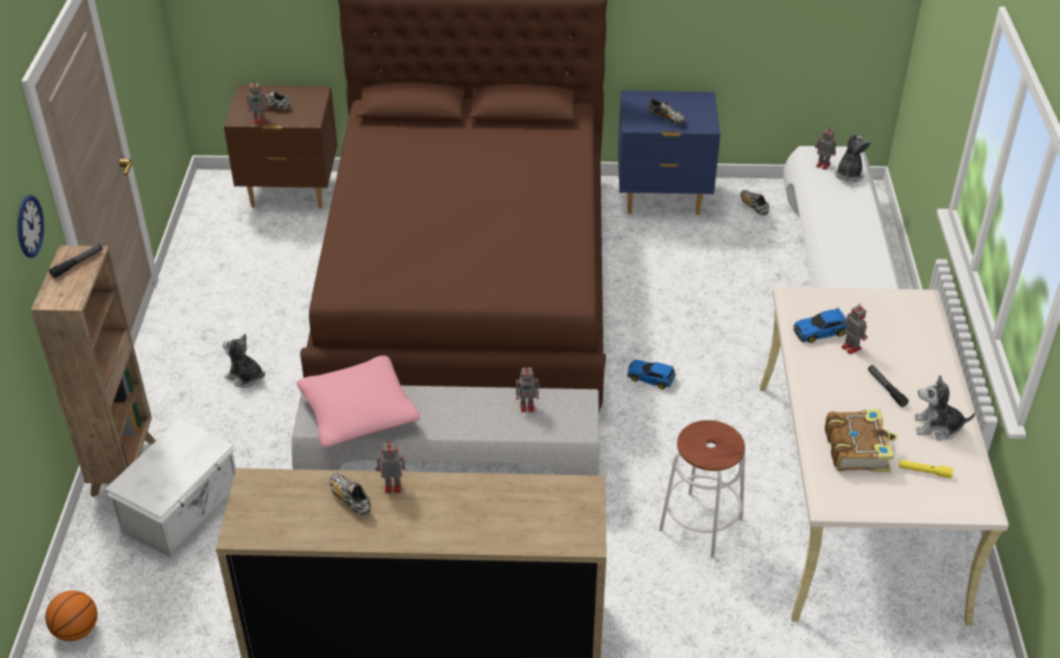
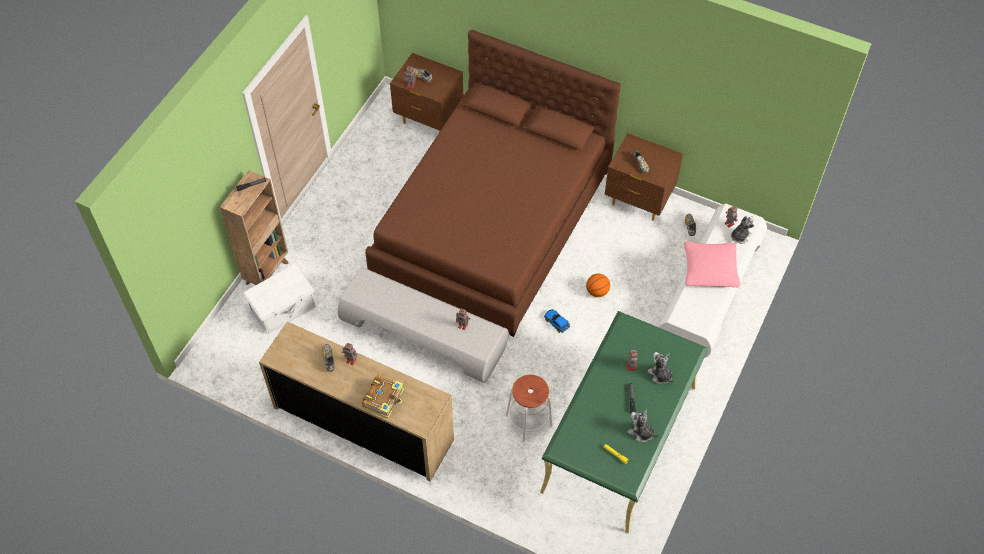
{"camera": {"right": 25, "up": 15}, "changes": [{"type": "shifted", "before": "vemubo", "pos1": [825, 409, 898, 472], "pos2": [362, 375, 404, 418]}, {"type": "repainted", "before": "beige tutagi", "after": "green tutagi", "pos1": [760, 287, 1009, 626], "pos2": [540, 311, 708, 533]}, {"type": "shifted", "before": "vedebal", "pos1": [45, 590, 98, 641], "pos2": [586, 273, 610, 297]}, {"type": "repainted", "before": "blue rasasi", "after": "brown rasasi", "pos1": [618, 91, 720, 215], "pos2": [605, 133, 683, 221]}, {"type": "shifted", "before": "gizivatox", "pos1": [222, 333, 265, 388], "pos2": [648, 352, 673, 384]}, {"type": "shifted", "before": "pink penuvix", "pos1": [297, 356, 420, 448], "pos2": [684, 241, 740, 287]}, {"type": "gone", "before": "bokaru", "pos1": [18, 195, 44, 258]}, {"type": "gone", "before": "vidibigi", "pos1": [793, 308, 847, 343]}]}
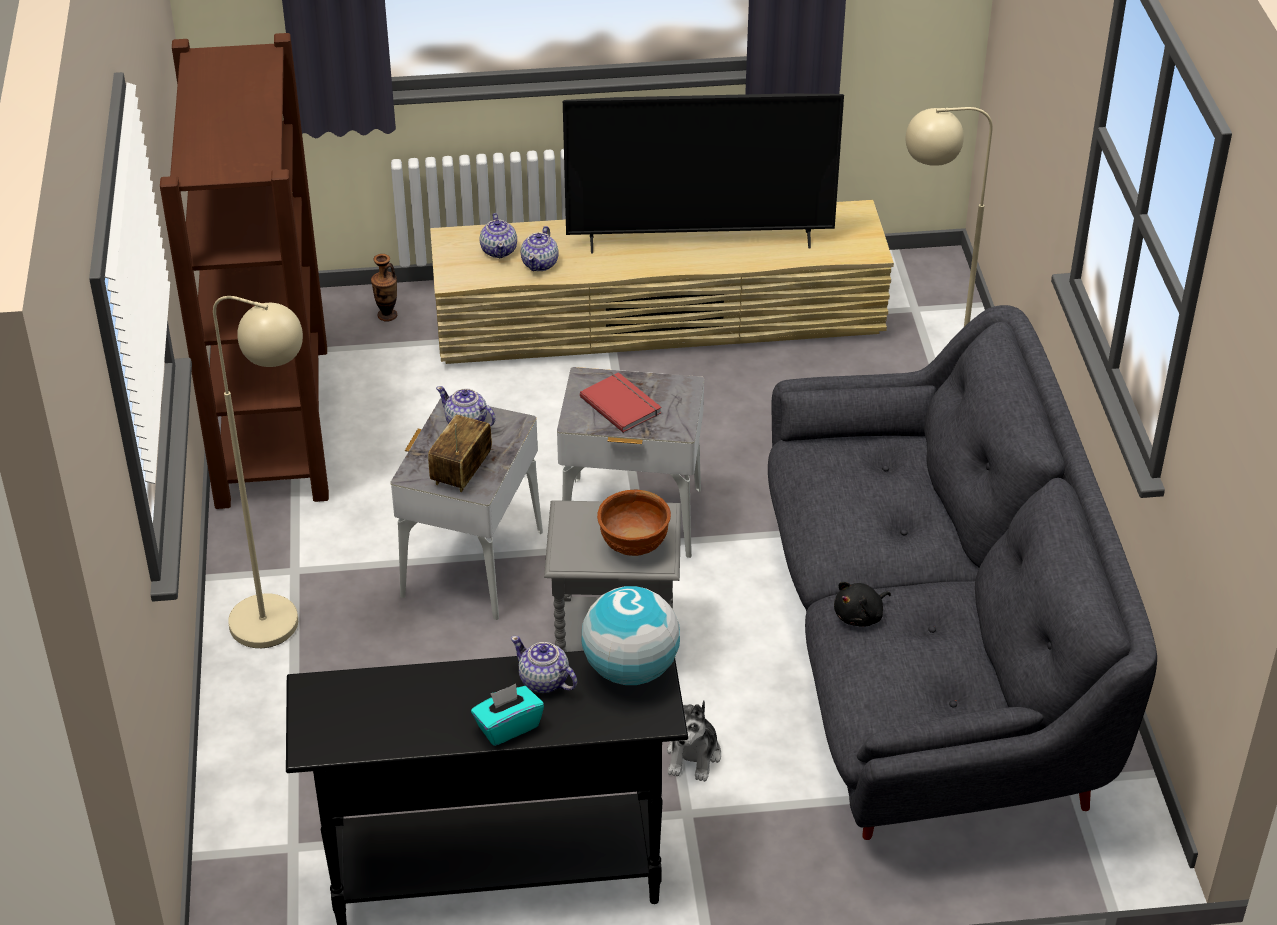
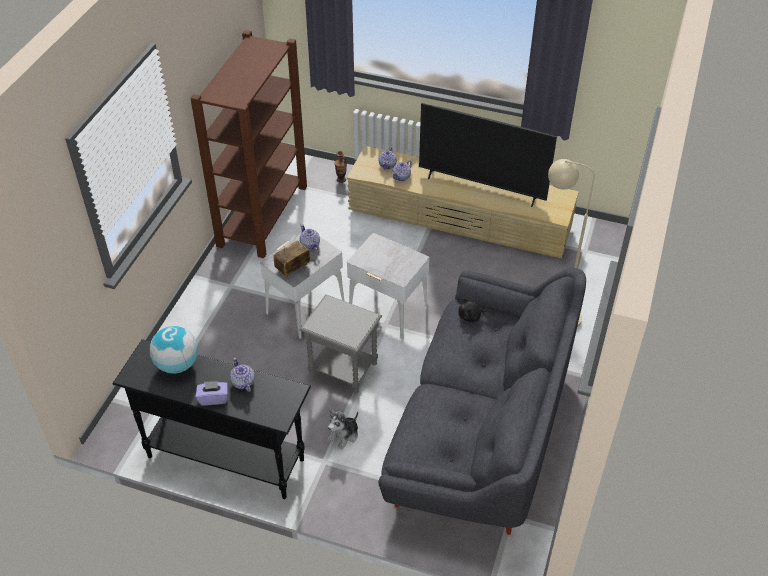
{"camera": {"right": 25, "up": 5}, "changes": [{"type": "shifted", "before": "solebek", "pos1": [582, 586, 680, 685], "pos2": [150, 326, 198, 374]}, {"type": "repainted", "before": "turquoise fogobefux", "after": "purple fogobefux", "pos1": [471, 684, 544, 746], "pos2": [196, 381, 228, 406]}, {"type": "shifted", "before": "black gizivatox", "pos1": [834, 582, 891, 627], "pos2": [458, 298, 490, 322]}, {"type": "gone", "before": "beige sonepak", "pos1": [213, 296, 303, 648]}, {"type": "gone", "before": "red vemubo", "pos1": [580, 372, 662, 433]}, {"type": "gone", "before": "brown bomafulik", "pos1": [597, 490, 671, 556]}]}
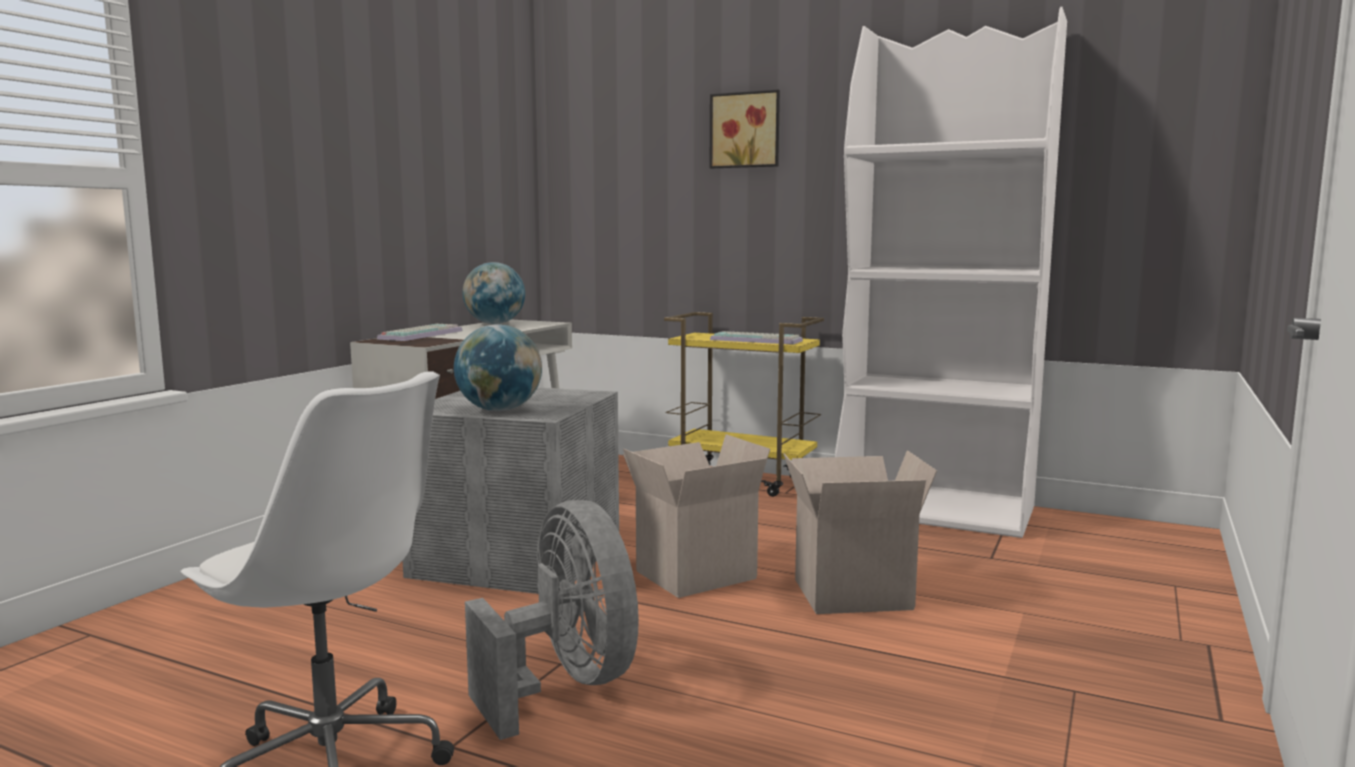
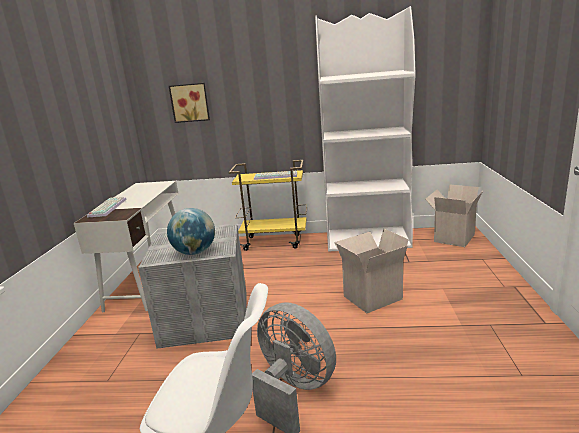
{"camera": {"right": -20, "up": 10}, "changes": [{"type": "shifted", "before": "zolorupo", "pos1": [710, 90, 780, 168], "pos2": [169, 83, 210, 123]}, {"type": "shifted", "before": "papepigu", "pos1": [623, 434, 770, 598], "pos2": [426, 184, 483, 247]}, {"type": "gone", "before": "solebek", "pos1": [463, 262, 525, 324]}]}
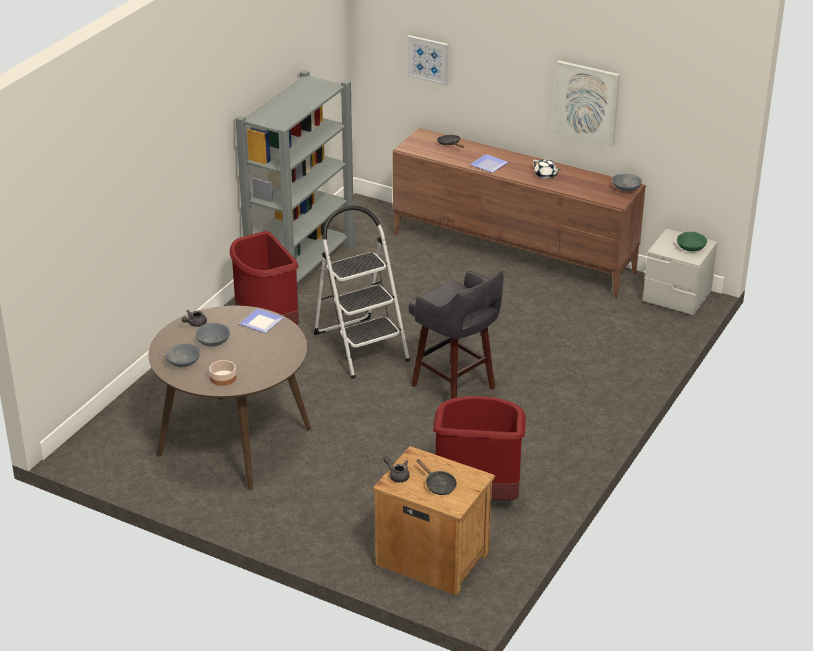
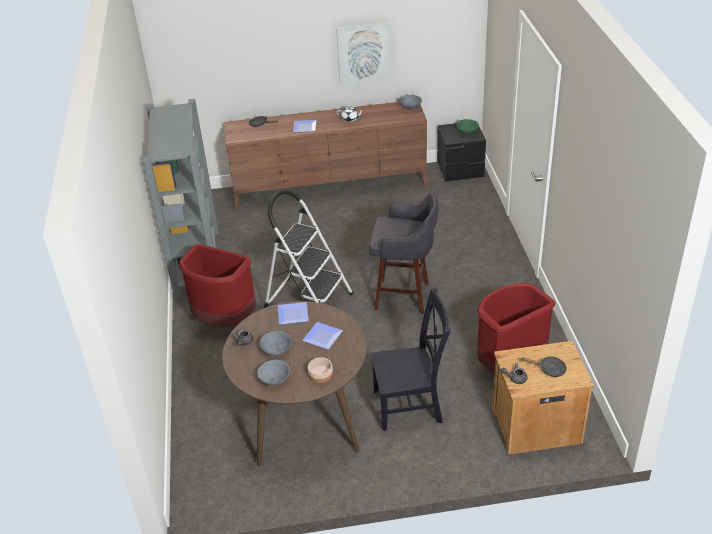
{"camera": {"right": -35, "up": 5}, "changes": [{"type": "new", "after": "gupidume", "pos2": [302, 322, 343, 349]}, {"type": "new", "after": "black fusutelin", "pos2": [371, 288, 451, 431]}, {"type": "repainted", "before": "white rasasi", "after": "black rasasi", "pos1": [643, 229, 718, 315], "pos2": [437, 121, 486, 182]}, {"type": "gone", "before": "zolorupo", "pos1": [407, 35, 448, 86]}]}
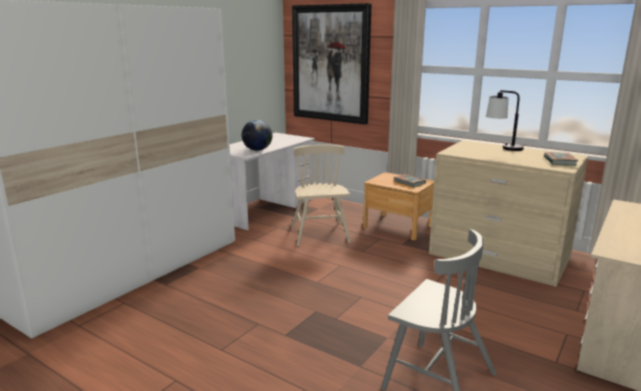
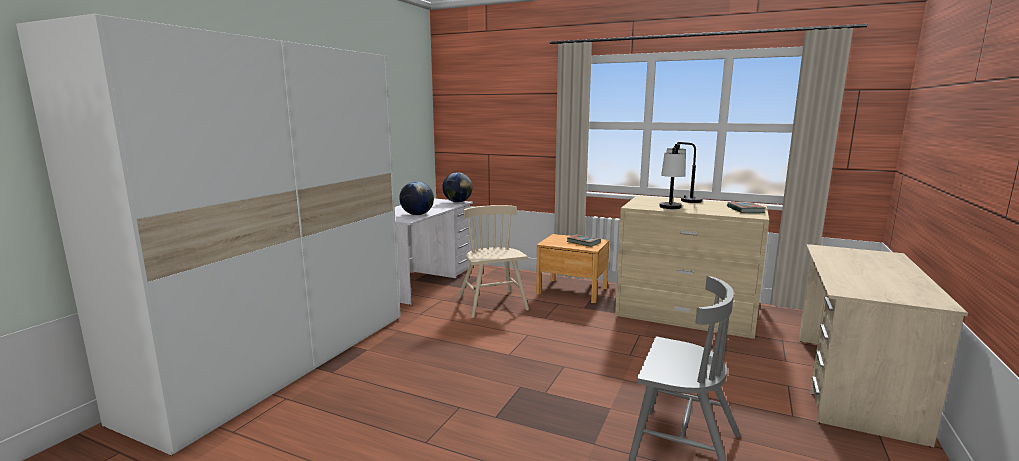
{"camera": {"right": -10, "up": -5}, "changes": [{"type": "new", "after": "solebek", "pos2": [442, 172, 473, 203]}, {"type": "new", "after": "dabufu", "pos2": [659, 145, 686, 209]}, {"type": "gone", "before": "zolorupo", "pos1": [292, 3, 372, 125]}]}
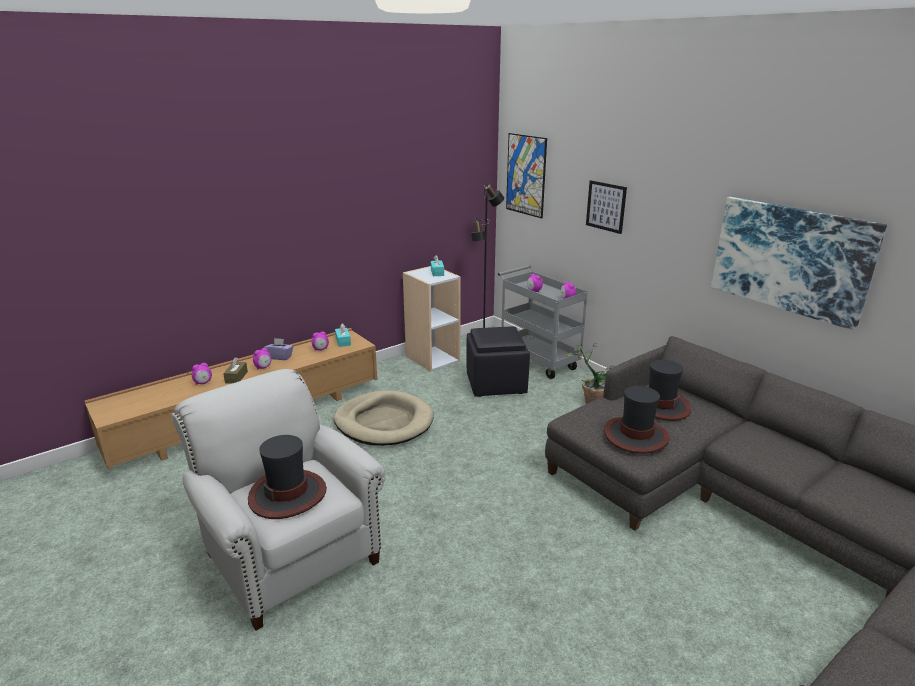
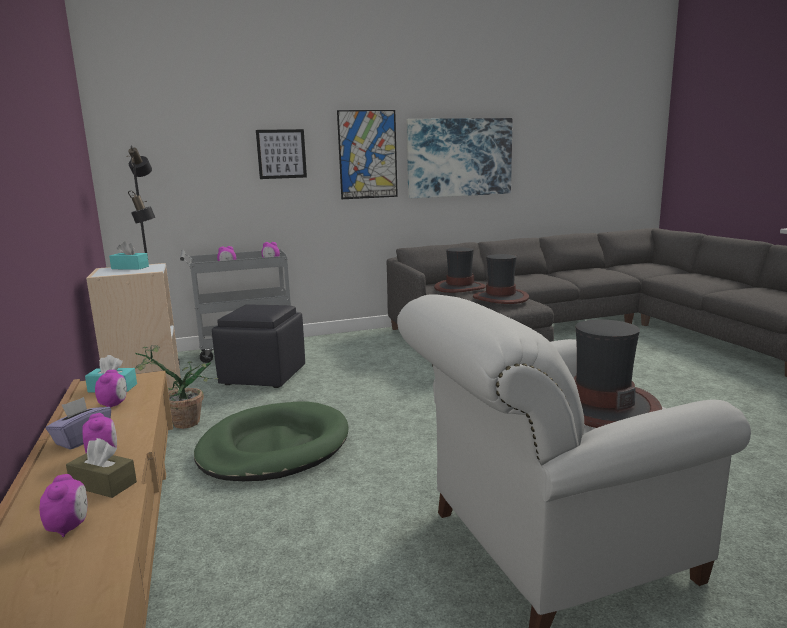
{"camera": {"right": -70, "up": -10}, "changes": [{"type": "shifted", "before": "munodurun", "pos1": [565, 343, 614, 404], "pos2": [135, 345, 218, 429]}, {"type": "repainted", "before": "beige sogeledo", "after": "green sogeledo", "pos1": [334, 390, 434, 446], "pos2": [194, 401, 348, 481]}, {"type": "shifted", "before": "zolorupo", "pos1": [506, 133, 547, 218], "pos2": [337, 110, 398, 199]}]}
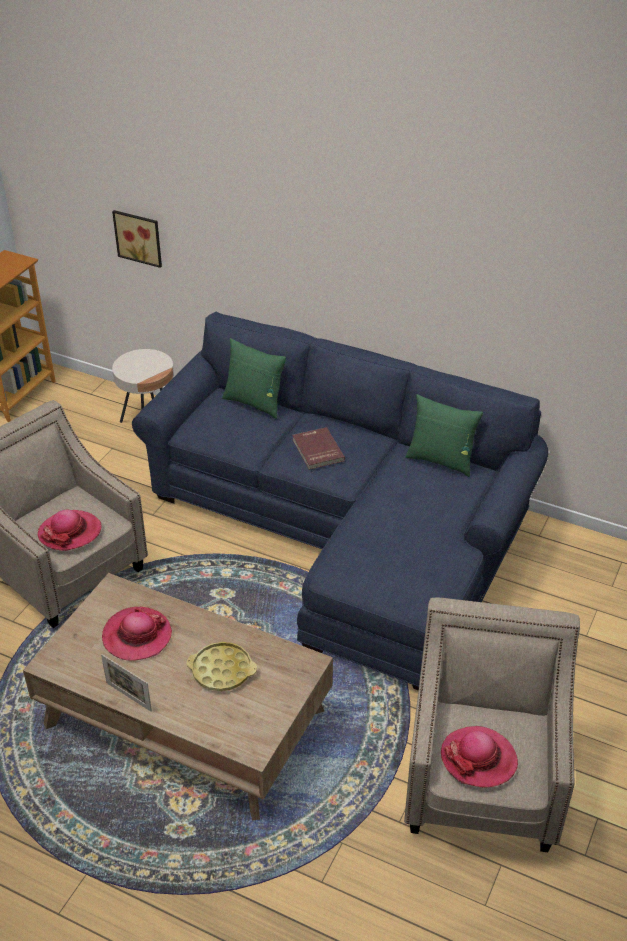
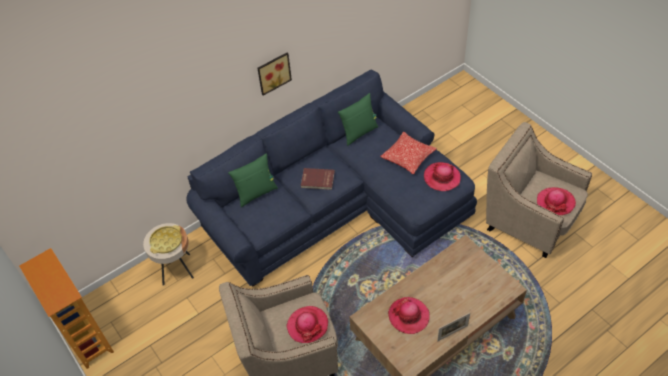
{"camera": {"right": -60, "up": 10}, "changes": [{"type": "shifted", "before": "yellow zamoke", "pos1": [187, 642, 257, 691], "pos2": [149, 225, 182, 254]}, {"type": "shifted", "before": "zolorupo", "pos1": [112, 210, 162, 268], "pos2": [257, 53, 292, 96]}, {"type": "new", "after": "penuvix", "pos2": [380, 132, 437, 175]}, {"type": "new", "after": "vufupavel", "pos2": [424, 162, 461, 191]}]}
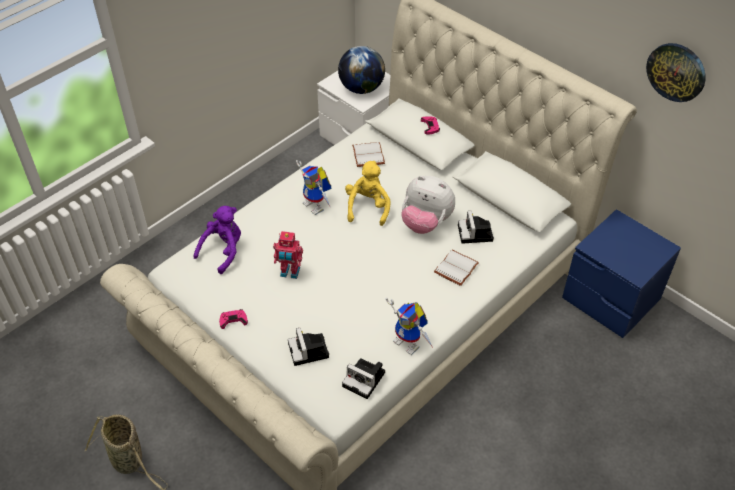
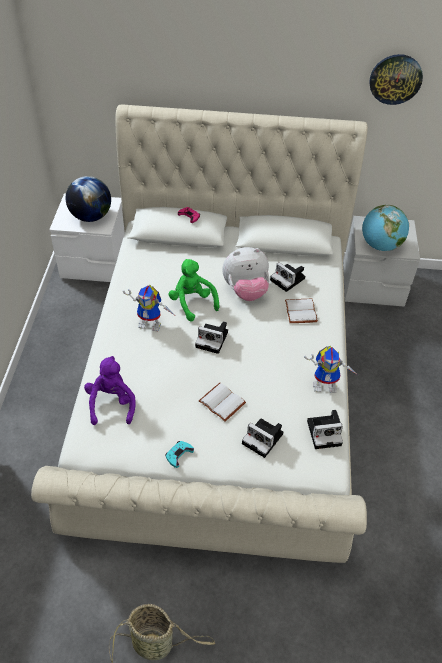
{"camera": {"right": -40, "up": 0}, "changes": [{"type": "repainted", "before": "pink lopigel", "after": "turquoise lopigel", "pos1": [219, 309, 248, 329], "pos2": [165, 441, 194, 468]}, {"type": "repainted", "before": "yellow gizivatox", "after": "green gizivatox", "pos1": [345, 161, 391, 226], "pos2": [169, 259, 219, 322]}, {"type": "new", "after": "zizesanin", "pos2": [195, 321, 228, 354]}, {"type": "shifted", "before": "white vemubo", "pos1": [352, 142, 385, 167], "pos2": [199, 383, 246, 421]}, {"type": "repainted", "before": "blue rasasi", "after": "white rasasi", "pos1": [562, 209, 681, 338], "pos2": [343, 216, 420, 307]}, {"type": "new", "after": "solebek", "pos2": [362, 205, 409, 251]}, {"type": "gone", "before": "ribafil", "pos1": [273, 231, 303, 279]}]}
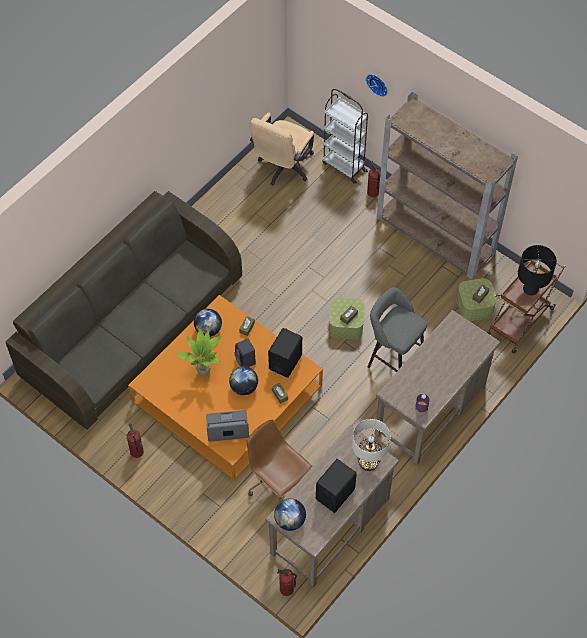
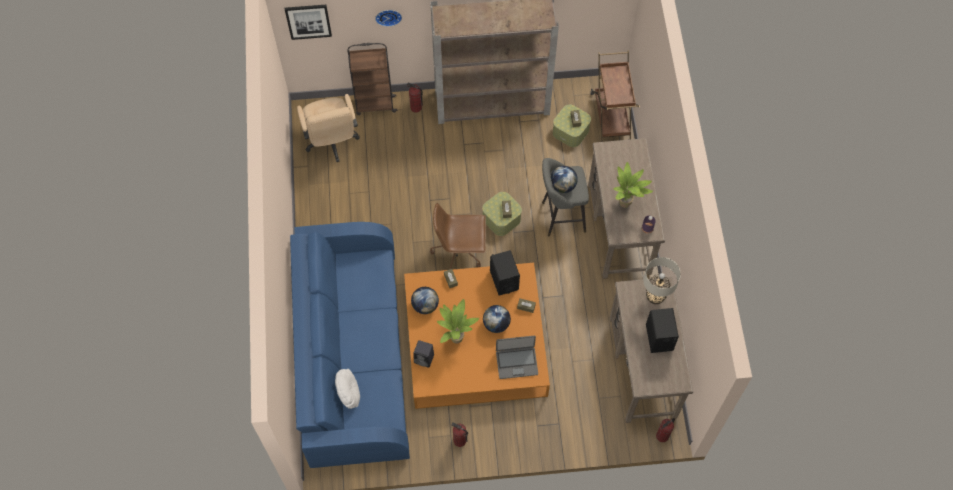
{"camera": {"right": -45, "up": 5}, "changes": [{"type": "new", "after": "zolorupo", "pos2": [285, 5, 332, 40]}, {"type": "repainted", "before": "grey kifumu", "after": "blue kifumu", "pos1": [5, 191, 242, 430], "pos2": [290, 222, 410, 468]}, {"type": "new", "after": "white penuvix", "pos2": [335, 369, 360, 409]}, {"type": "repainted", "before": "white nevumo", "after": "brown nevumo", "pos1": [322, 89, 368, 184], "pos2": [347, 43, 398, 115]}, {"type": "shifted", "before": "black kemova", "pos1": [235, 339, 256, 367], "pos2": [414, 340, 434, 368]}, {"type": "shifted", "before": "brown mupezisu", "pos1": [247, 420, 313, 502], "pos2": [430, 203, 486, 270]}, {"type": "rotated", "before": "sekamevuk", "pos1": [206, 410, 249, 442], "pos2": [496, 336, 538, 379], "turn": -135}, {"type": "shifted", "before": "solebek", "pos1": [274, 498, 306, 531], "pos2": [551, 166, 578, 193]}, {"type": "new", "after": "munodurun", "pos2": [613, 162, 653, 208]}, {"type": "gone", "before": "black dabufu", "pos1": [518, 245, 557, 295]}]}
